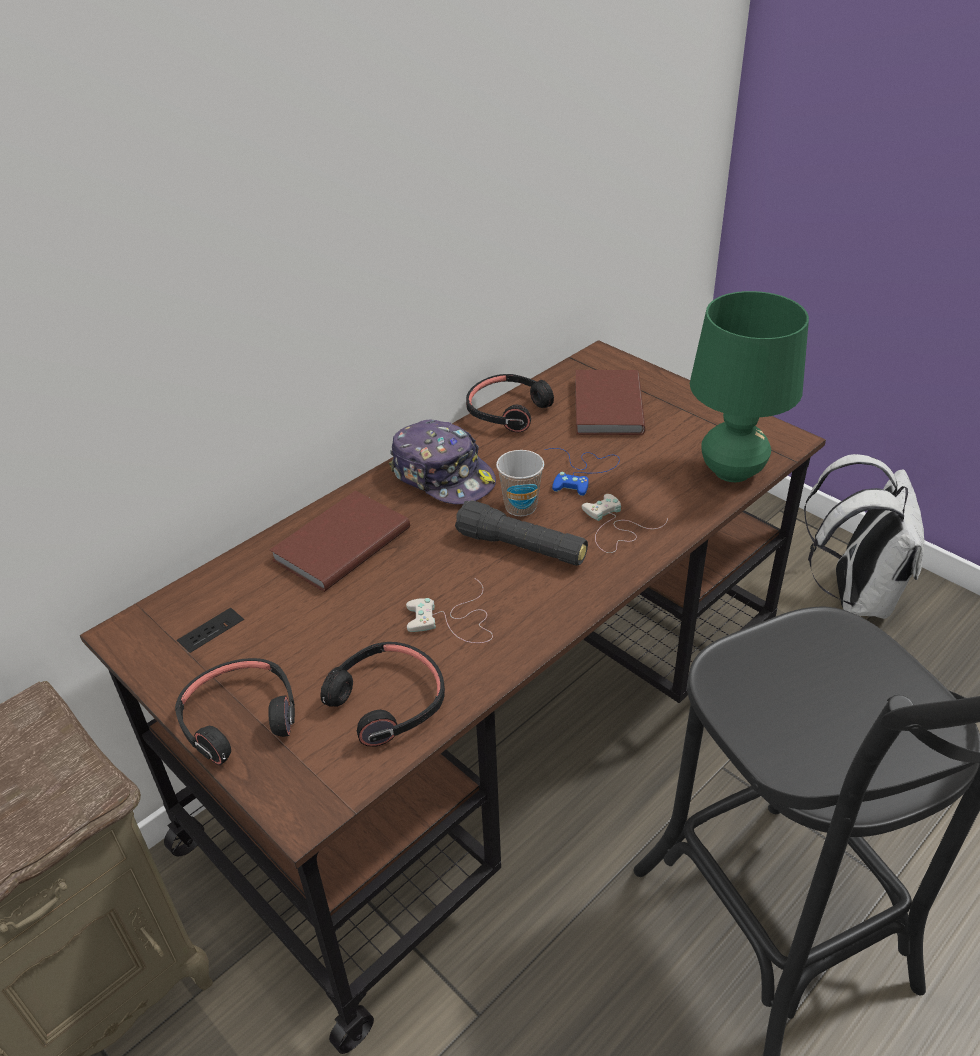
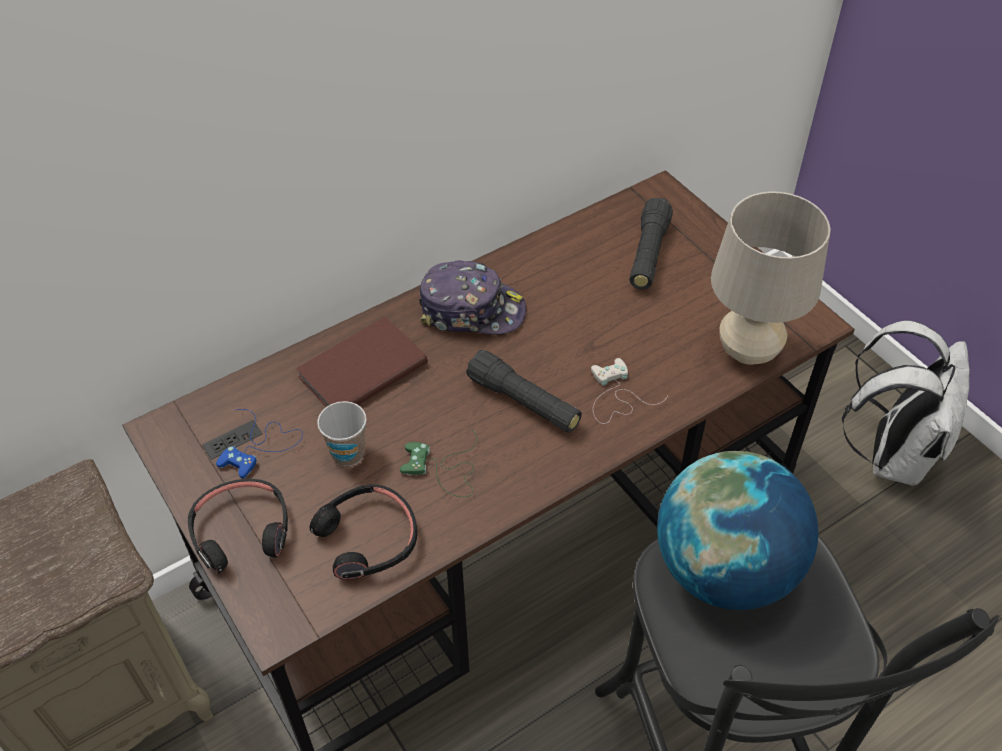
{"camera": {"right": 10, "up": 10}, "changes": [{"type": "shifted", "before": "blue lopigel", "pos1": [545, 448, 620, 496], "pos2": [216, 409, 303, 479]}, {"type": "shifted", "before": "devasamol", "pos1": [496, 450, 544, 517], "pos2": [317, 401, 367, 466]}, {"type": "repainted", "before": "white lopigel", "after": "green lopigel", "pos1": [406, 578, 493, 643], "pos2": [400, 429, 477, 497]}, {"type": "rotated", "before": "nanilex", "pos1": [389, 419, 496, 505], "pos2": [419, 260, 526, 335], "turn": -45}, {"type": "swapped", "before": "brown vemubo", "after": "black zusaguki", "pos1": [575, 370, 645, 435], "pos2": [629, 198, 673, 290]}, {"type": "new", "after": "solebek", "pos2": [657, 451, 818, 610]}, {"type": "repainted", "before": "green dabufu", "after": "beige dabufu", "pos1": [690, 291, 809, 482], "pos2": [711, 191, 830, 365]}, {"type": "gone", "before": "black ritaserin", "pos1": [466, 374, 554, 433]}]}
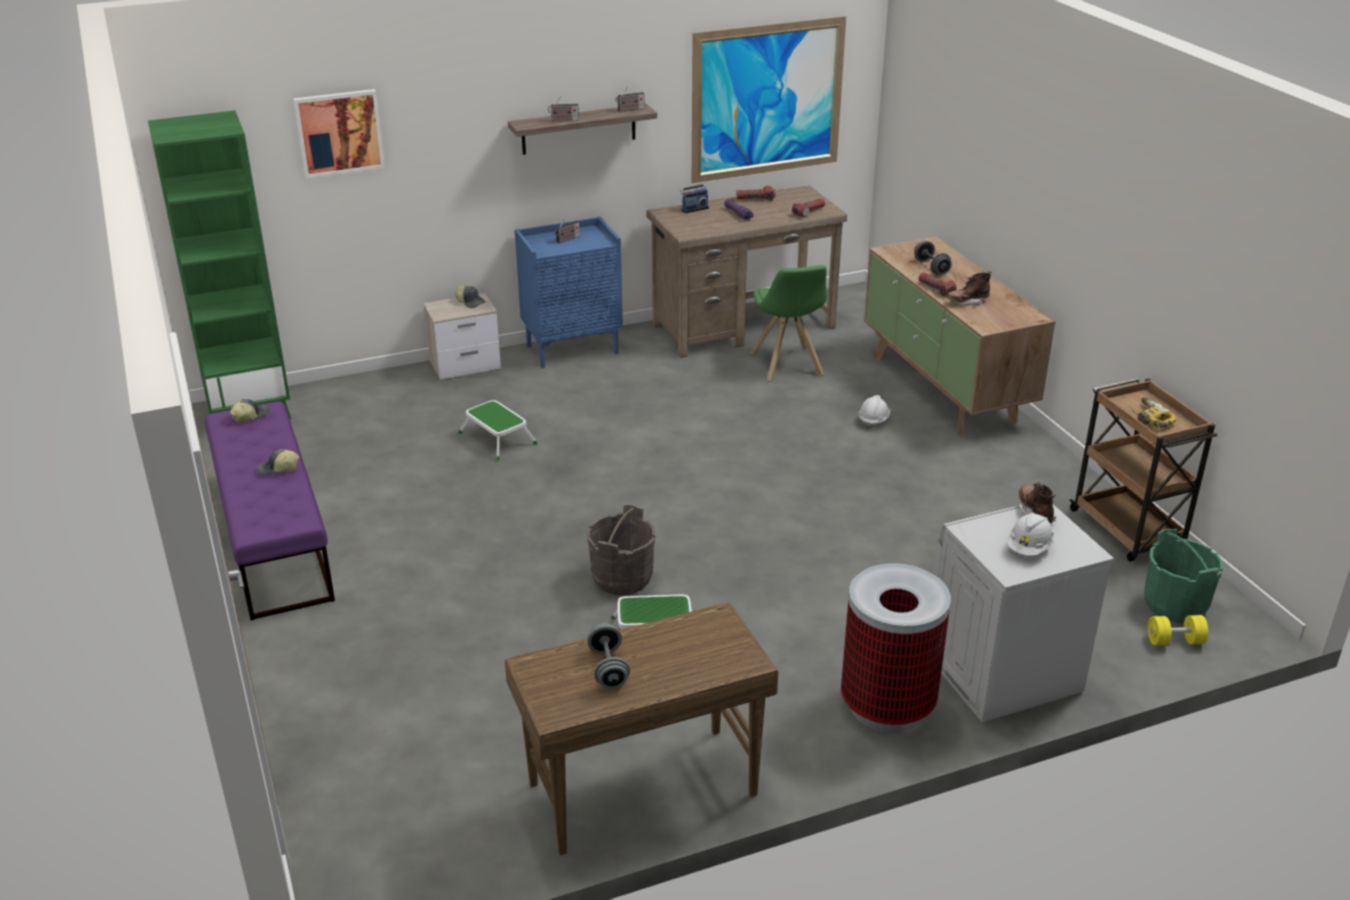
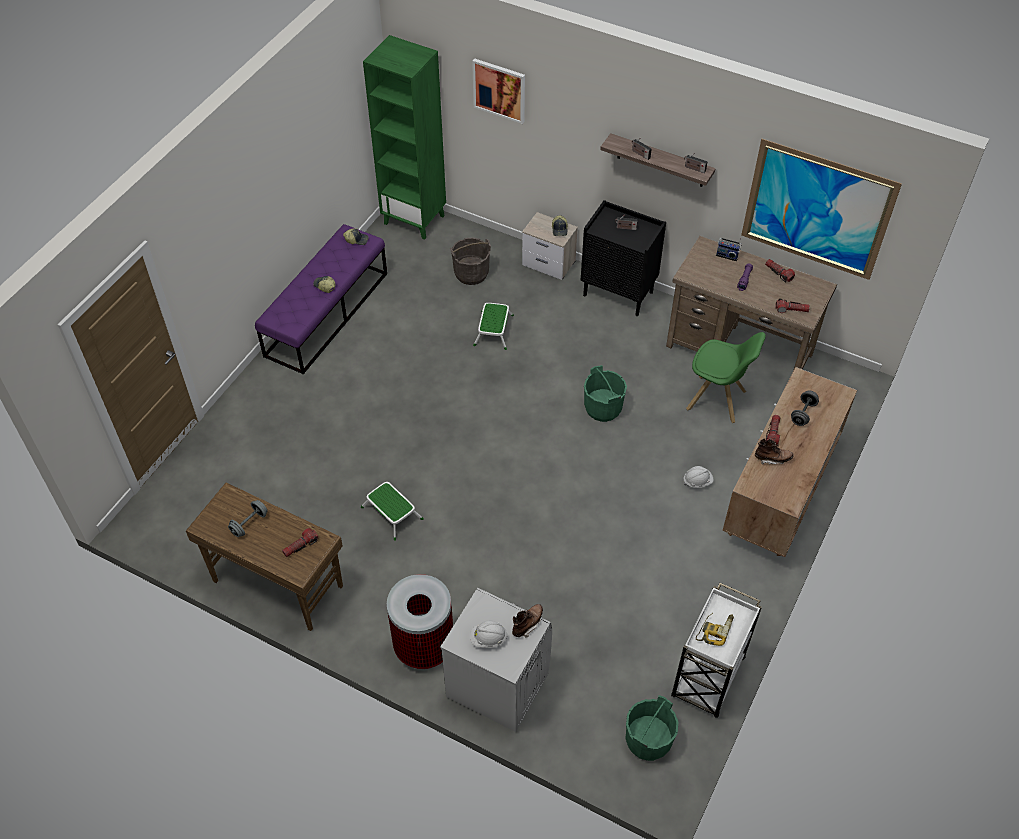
{"camera": {"right": 50, "up": 20}, "changes": [{"type": "new", "after": "zusaguki", "pos2": [282, 528, 318, 557]}, {"type": "shifted", "before": "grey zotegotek", "pos1": [587, 504, 655, 595], "pos2": [450, 237, 491, 285]}, {"type": "repainted", "before": "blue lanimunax", "after": "black lanimunax", "pos1": [515, 216, 623, 368], "pos2": [580, 200, 666, 316]}, {"type": "new", "after": "green zotegotek", "pos2": [584, 365, 627, 422]}, {"type": "repainted", "before": "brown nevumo", "after": "white nevumo", "pos1": [1069, 378, 1217, 562], "pos2": [671, 583, 762, 718]}, {"type": "rotated", "before": "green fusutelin", "pos1": [749, 265, 827, 382], "pos2": [686, 332, 766, 423], "turn": -105}, {"type": "rotated", "before": "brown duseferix", "pos1": [946, 271, 991, 306], "pos2": [755, 439, 794, 465], "turn": 150}, {"type": "gone", "before": "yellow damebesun", "pos1": [1148, 615, 1208, 646]}]}
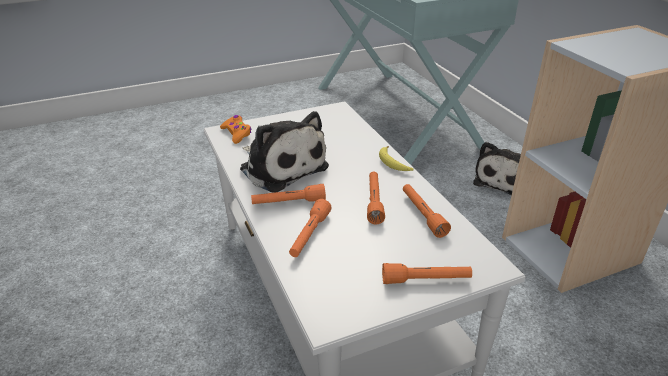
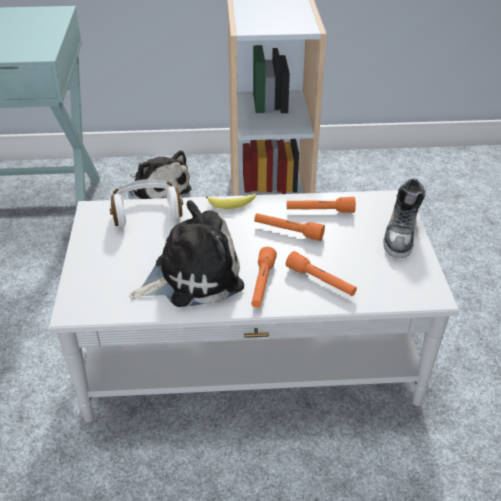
{"camera": {"right": -70, "up": 5}, "changes": [{"type": "new", "after": "white ritaserin", "pos2": [110, 179, 183, 228]}, {"type": "swapped", "before": "orange zusaguki", "after": "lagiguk", "pos1": [382, 263, 472, 284], "pos2": [383, 178, 426, 258]}, {"type": "gone", "before": "orange lopigel", "pos1": [220, 115, 251, 144]}]}
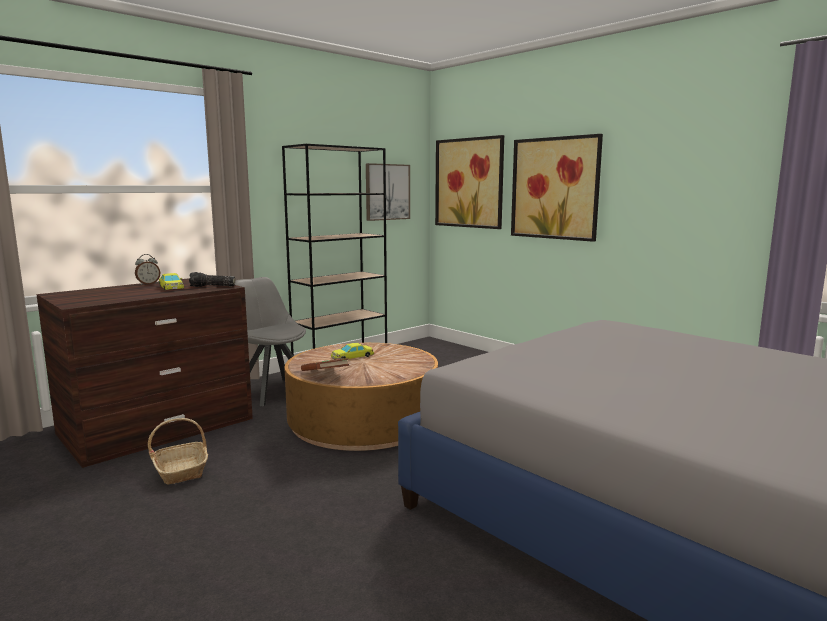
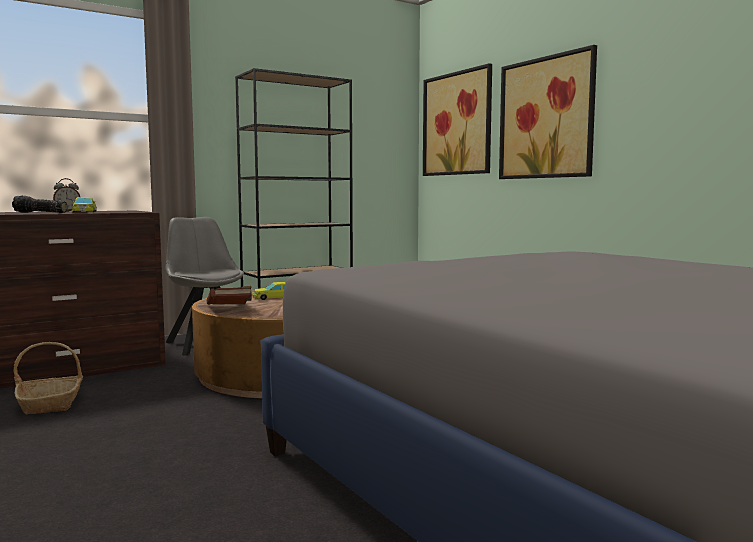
{"camera": {"right": 10, "up": -5}, "changes": [{"type": "shifted", "before": "zusaguki", "pos1": [189, 272, 235, 287], "pos2": [12, 195, 67, 213]}, {"type": "gone", "before": "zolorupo", "pos1": [366, 163, 410, 221]}]}
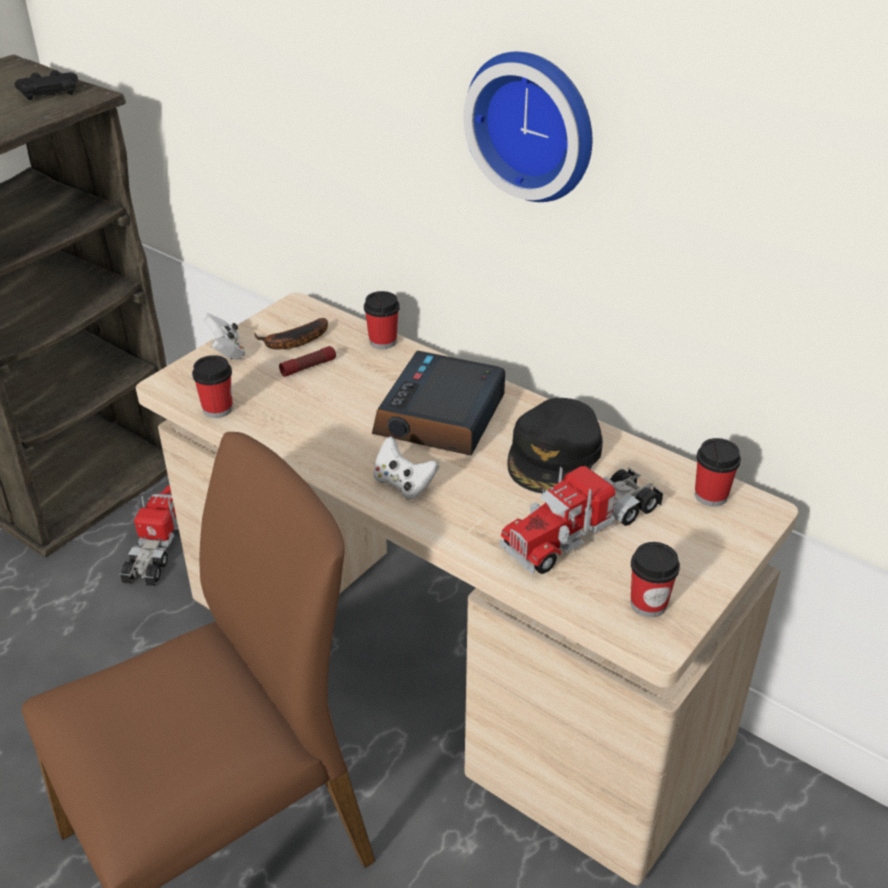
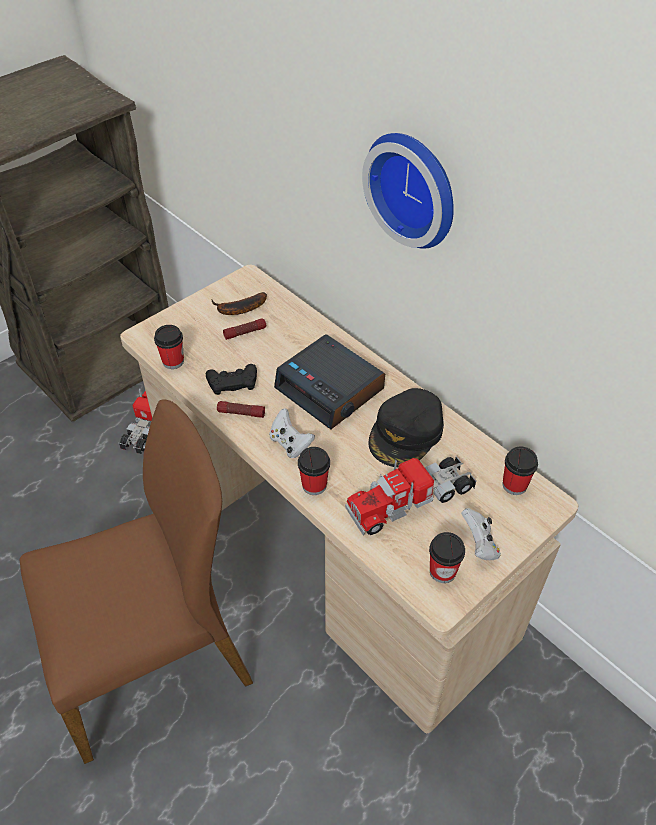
{"camera": {"right": 10, "up": 10}, "changes": [{"type": "shifted", "before": "black lopigel", "pos1": [15, 70, 78, 100], "pos2": [206, 364, 257, 395]}, {"type": "new", "after": "zusaguki", "pos2": [217, 401, 265, 418]}, {"type": "rotated", "before": "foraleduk", "pos1": [372, 351, 505, 456], "pos2": [274, 334, 385, 430], "turn": -75}, {"type": "shifted", "before": "devasamol", "pos1": [364, 291, 400, 349], "pos2": [298, 447, 330, 495]}, {"type": "shifted", "before": "white lopigel", "pos1": [202, 313, 245, 360], "pos2": [461, 508, 501, 560]}]}
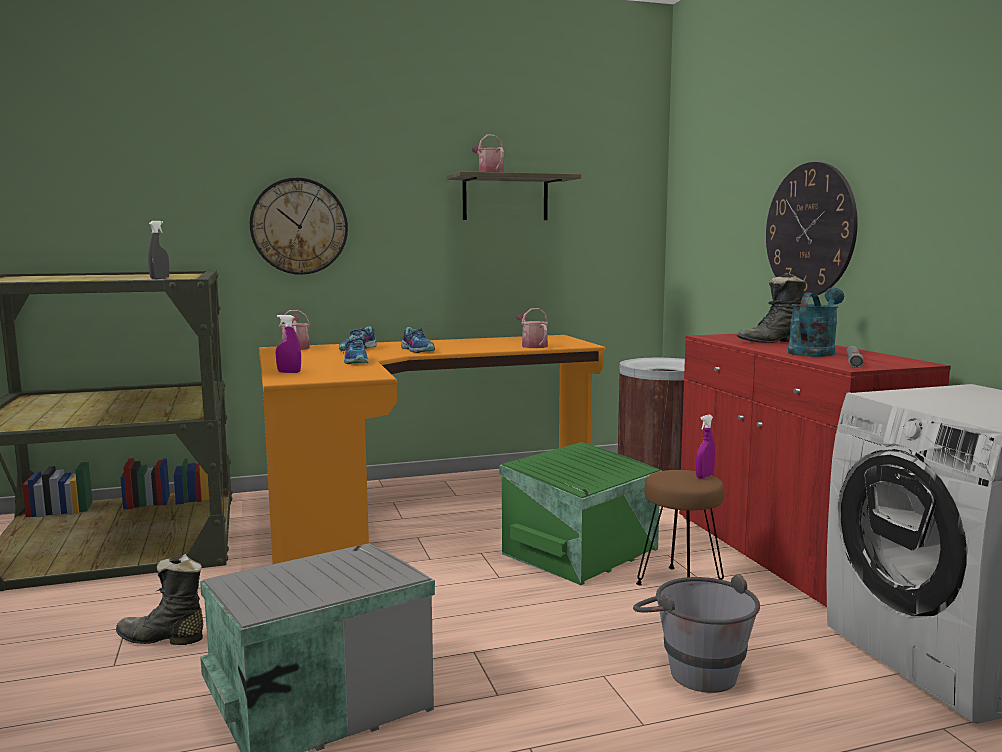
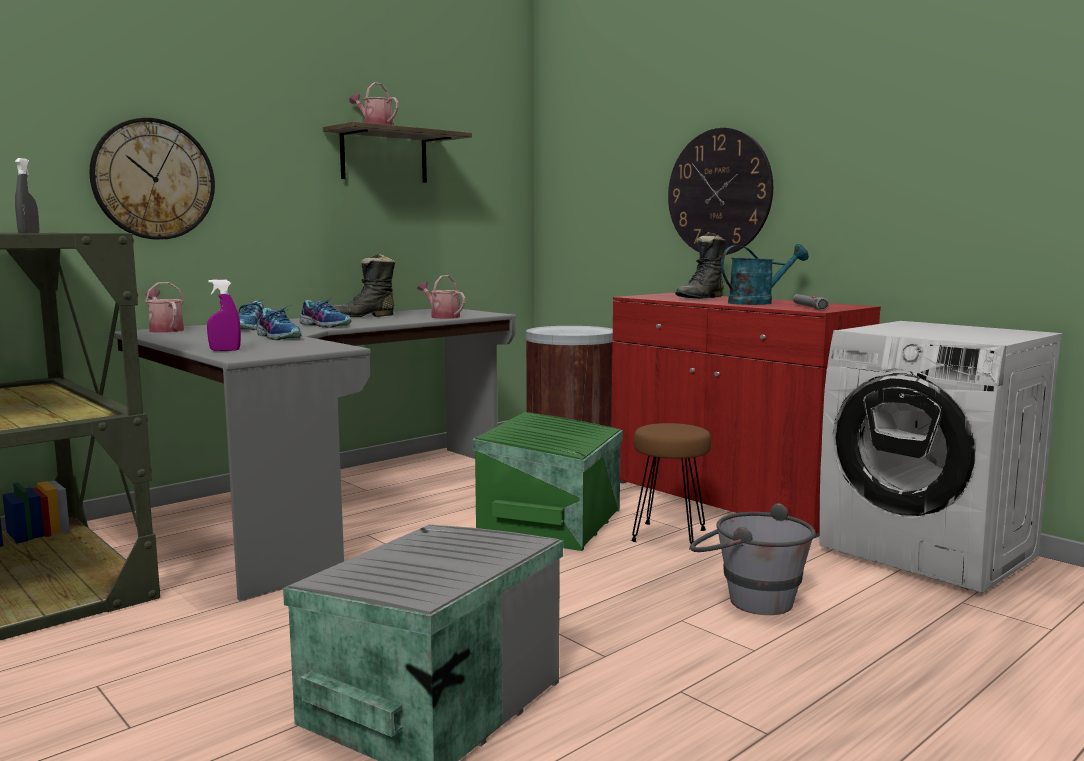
{"camera": {"right": -25, "up": 0}, "changes": [{"type": "repainted", "before": "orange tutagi", "after": "grey tutagi", "pos1": [259, 335, 605, 564], "pos2": [114, 309, 516, 601]}, {"type": "shifted", "before": "black duseferix", "pos1": [116, 554, 203, 645], "pos2": [331, 254, 395, 317]}, {"type": "rotated", "before": "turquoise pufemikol", "pos1": [788, 287, 844, 357], "pos2": [721, 244, 809, 305], "turn": 60}, {"type": "gone", "before": "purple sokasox", "pos1": [696, 415, 715, 479]}]}
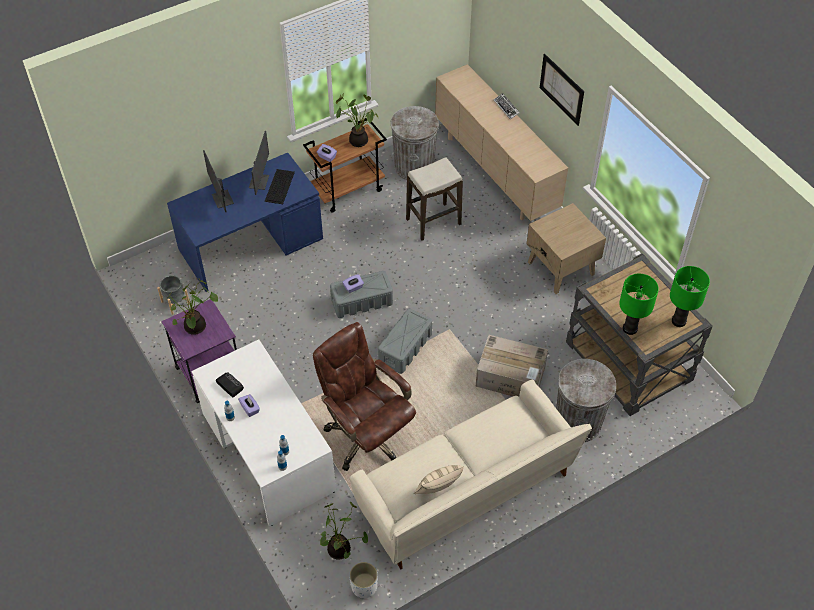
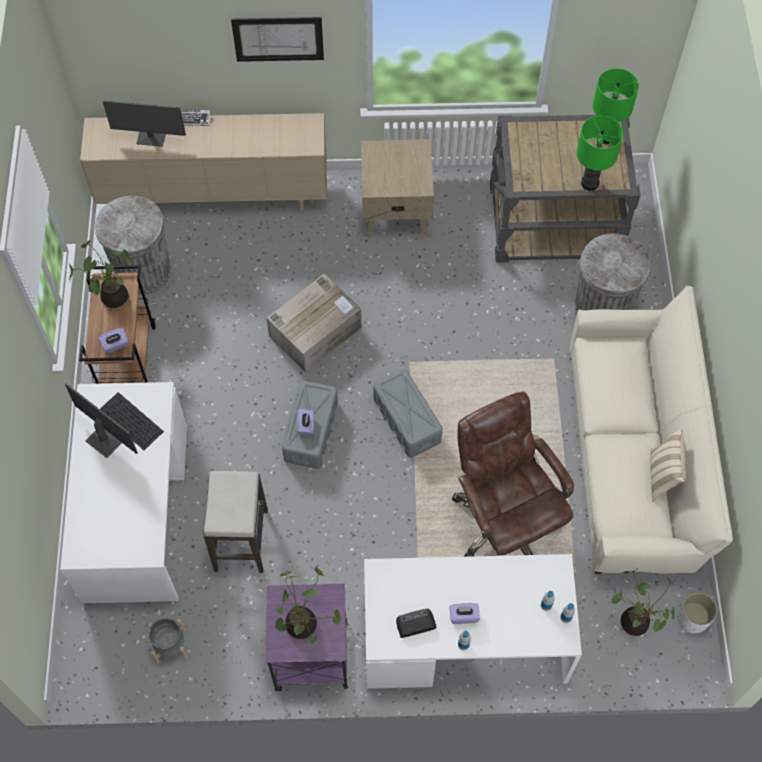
{"camera": {"right": -60, "up": 10}, "changes": [{"type": "repainted", "before": "blue tutagi", "after": "white tutagi", "pos1": [167, 153, 323, 292], "pos2": [60, 382, 187, 604]}, {"type": "shifted", "before": "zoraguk", "pos1": [203, 150, 234, 212], "pos2": [103, 100, 186, 147]}, {"type": "shifted", "before": "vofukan", "pos1": [406, 157, 463, 240], "pos2": [203, 471, 268, 573]}, {"type": "shifted", "before": "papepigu", "pos1": [476, 335, 548, 397], "pos2": [267, 274, 362, 372]}, {"type": "rotated", "before": "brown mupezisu", "pos1": [313, 322, 416, 471], "pos2": [452, 391, 574, 557], "turn": 75}]}
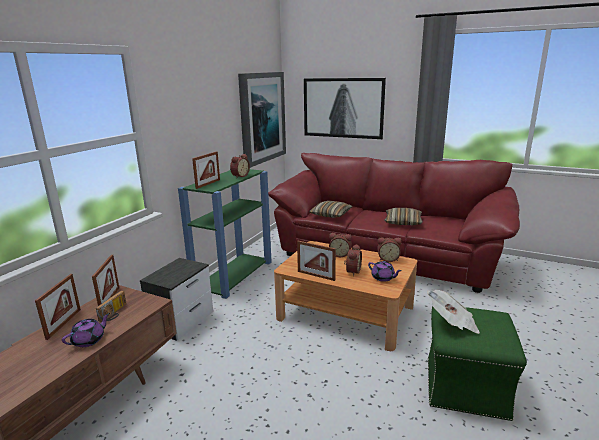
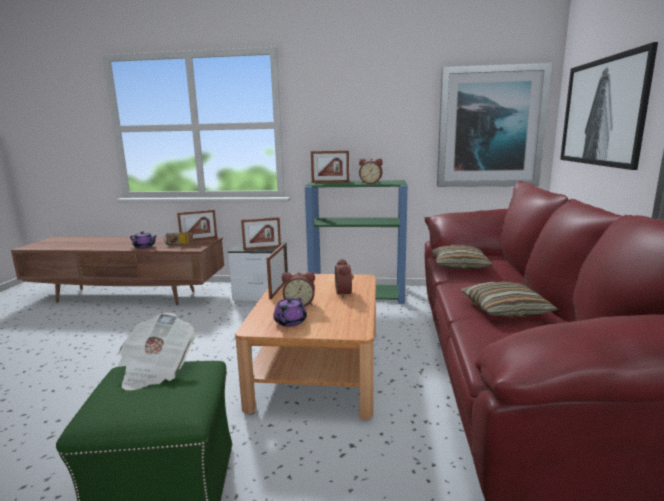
{"camera": {"right": 70, "up": -5}, "changes": [{"type": "shifted", "before": "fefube", "pos1": [35, 274, 81, 340], "pos2": [241, 217, 281, 250]}, {"type": "gone", "before": "foraleduk", "pos1": [377, 237, 401, 262]}]}
